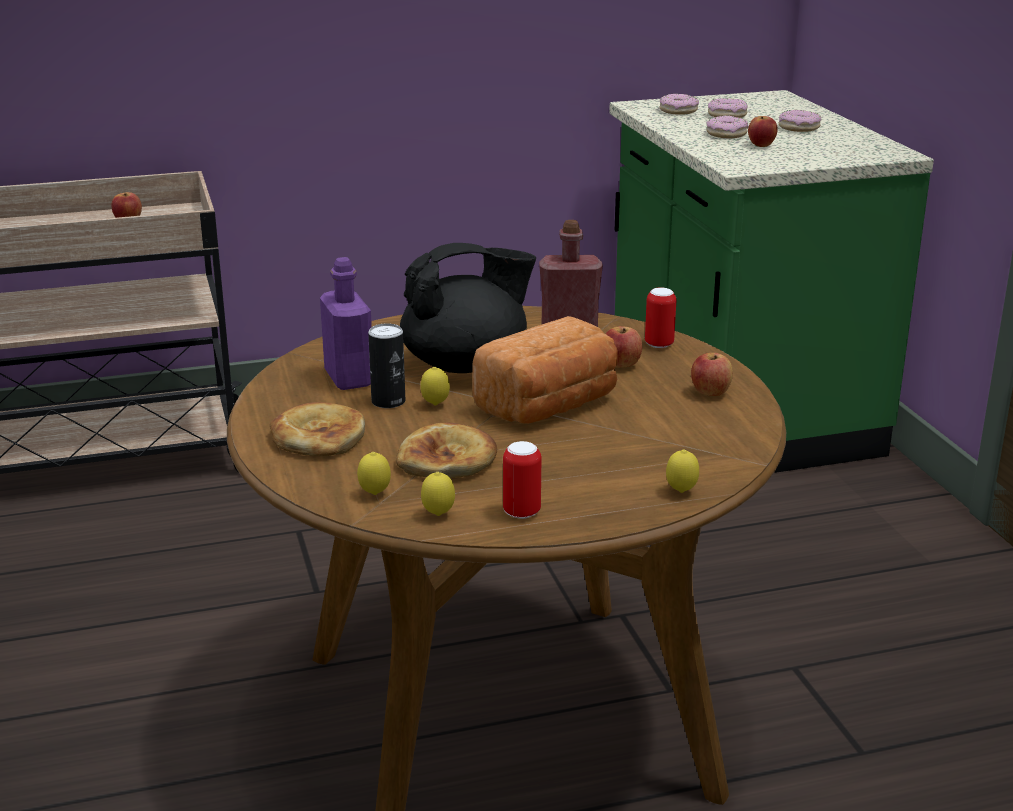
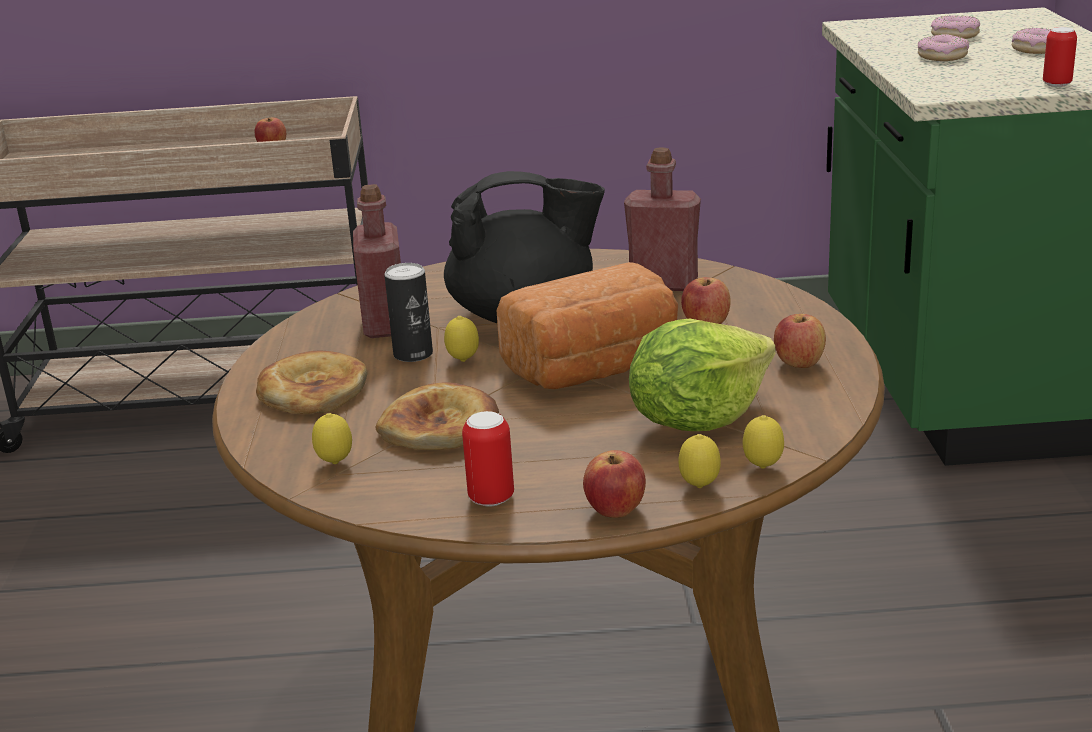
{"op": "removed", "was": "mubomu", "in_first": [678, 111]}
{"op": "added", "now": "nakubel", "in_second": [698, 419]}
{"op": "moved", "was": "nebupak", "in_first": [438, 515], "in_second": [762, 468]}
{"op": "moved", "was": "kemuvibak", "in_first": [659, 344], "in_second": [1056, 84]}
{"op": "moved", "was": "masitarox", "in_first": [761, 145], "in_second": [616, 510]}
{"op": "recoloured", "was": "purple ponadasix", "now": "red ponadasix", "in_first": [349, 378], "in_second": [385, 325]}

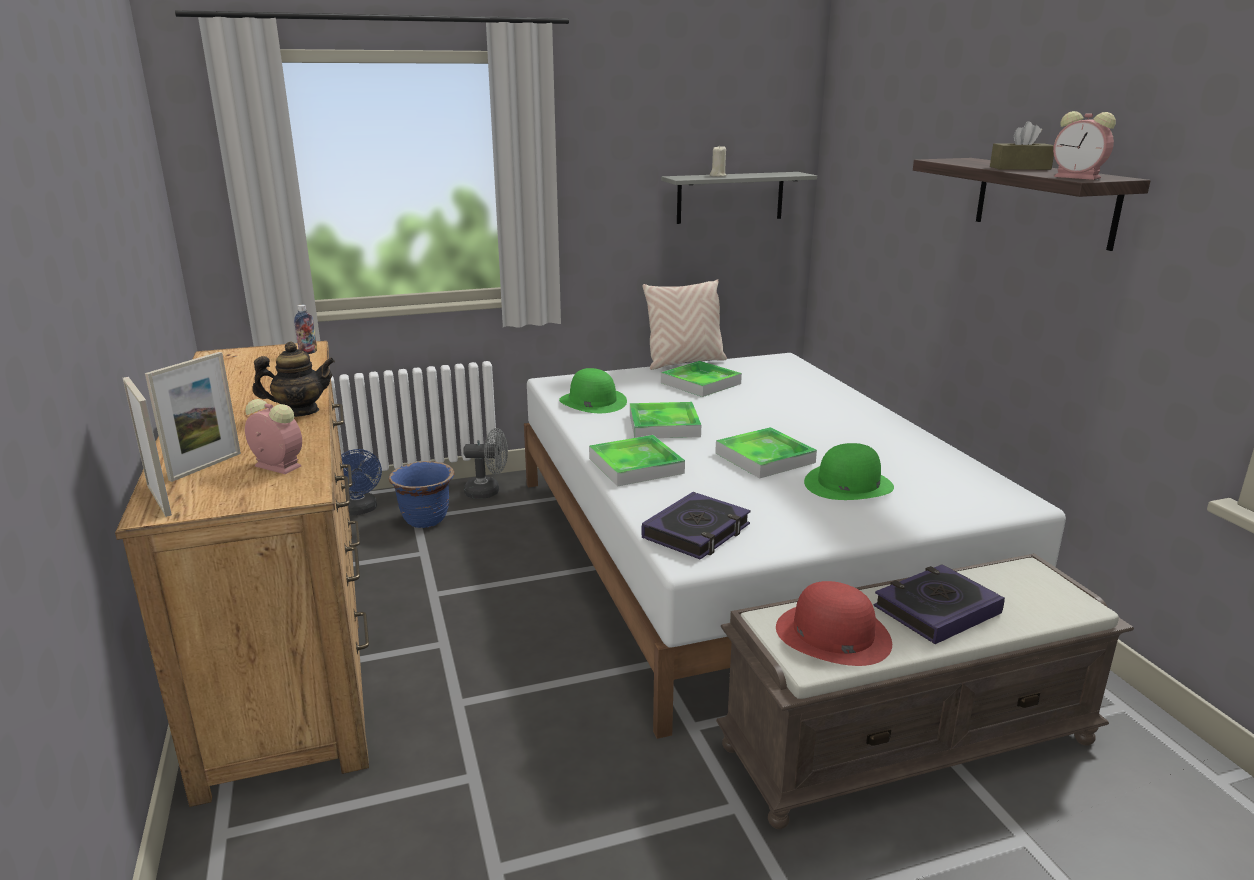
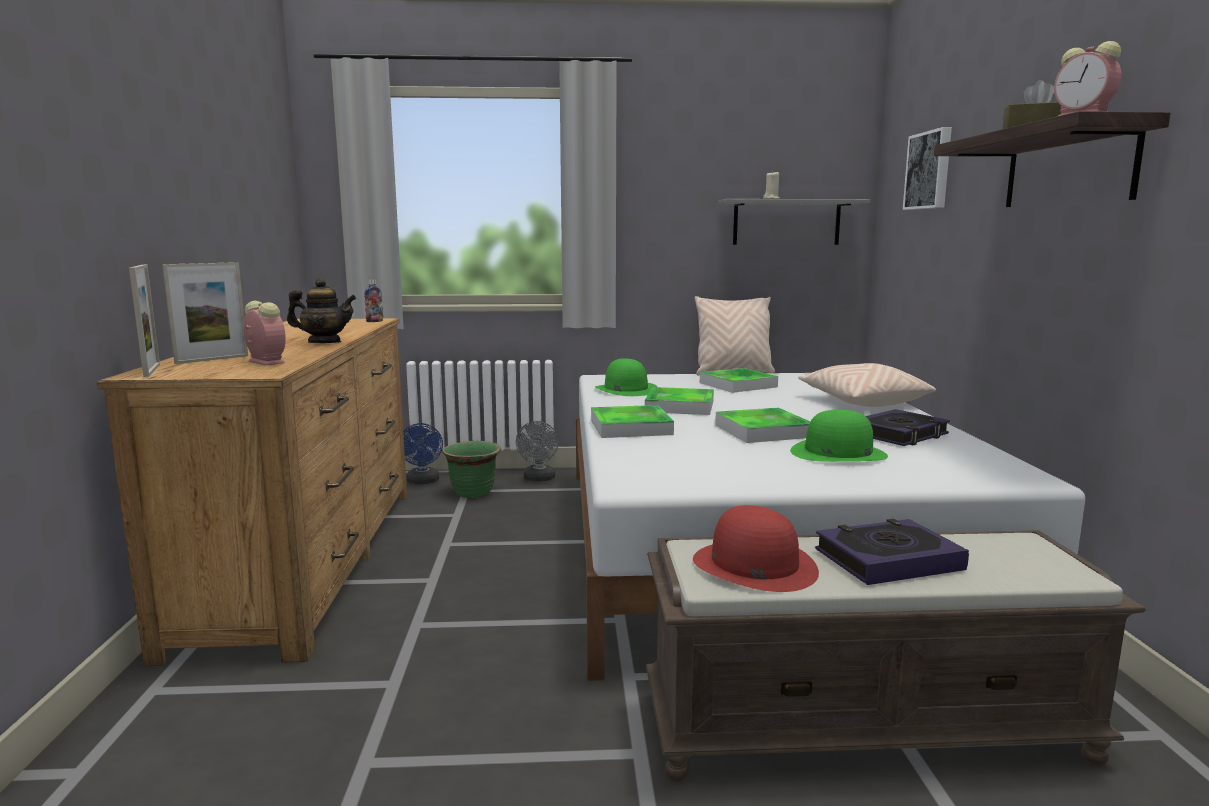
{"op": "added", "now": "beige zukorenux", "in_second": [862, 402]}
{"op": "added", "now": "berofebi", "in_second": [930, 170]}
{"op": "moved", "was": "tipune", "in_first": [697, 532], "in_second": [899, 434]}
{"op": "recoloured", "was": "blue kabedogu", "now": "green kabedogu", "in_first": [426, 520], "in_second": [473, 493]}
{"op": "turned", "was": "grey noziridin", "in_first": [488, 492], "in_second": [539, 479], "clockwise": 75}

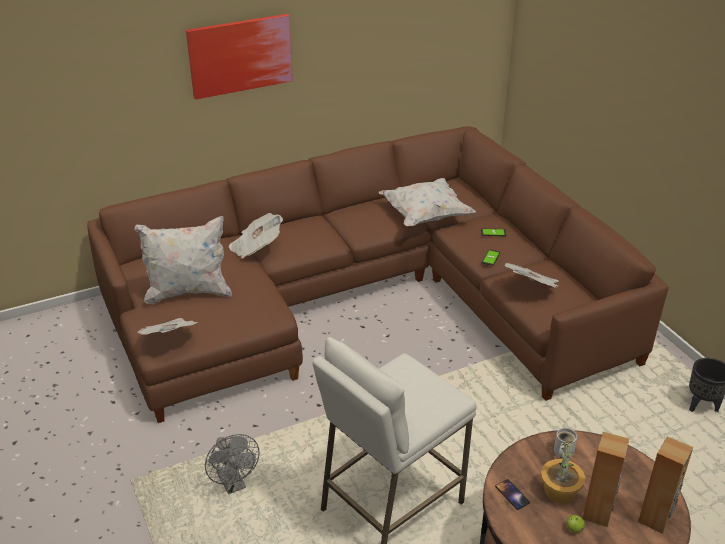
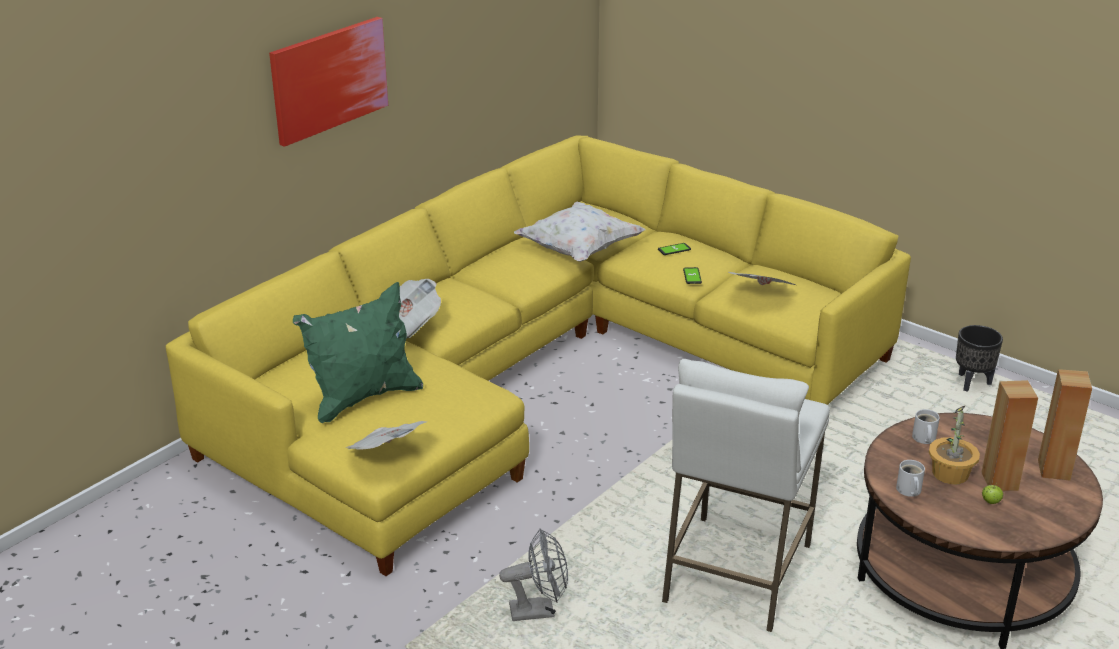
{"op": "replaced", "was": "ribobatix", "now": "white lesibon", "in_first": [512, 494], "in_second": [908, 491]}
{"op": "recoloured", "was": "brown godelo", "now": "yellow godelo", "in_first": [365, 300], "in_second": [535, 374]}
{"op": "recoloured", "was": "white zukorenux", "now": "green zukorenux", "in_first": [188, 292], "in_second": [363, 398]}
{"op": "turned", "was": "grey noziridin", "in_first": [234, 485], "in_second": [539, 610], "clockwise": -45}

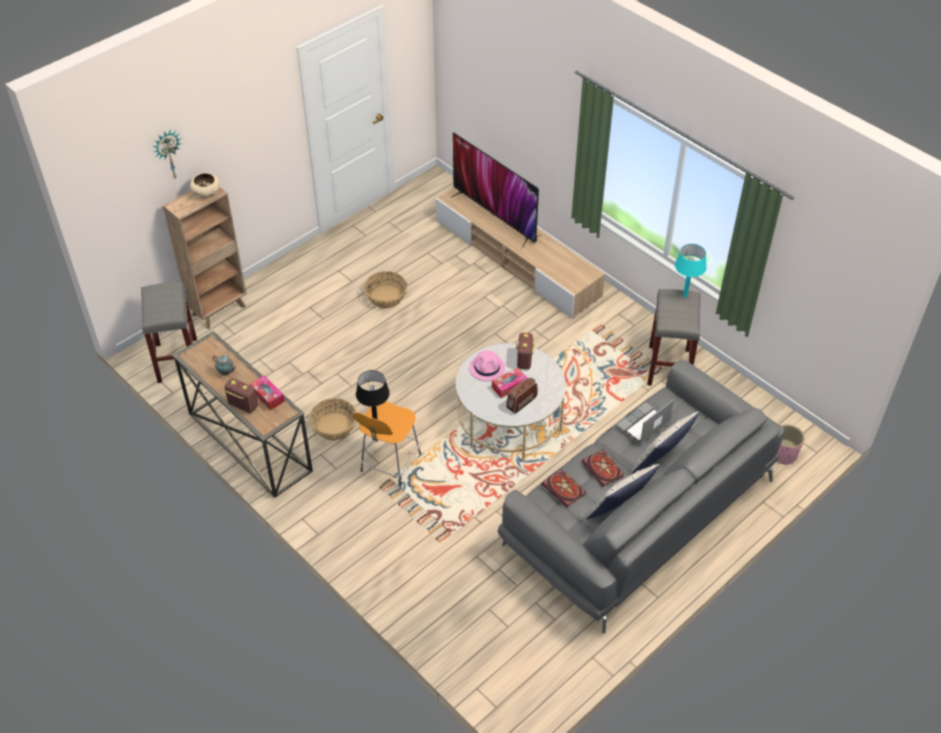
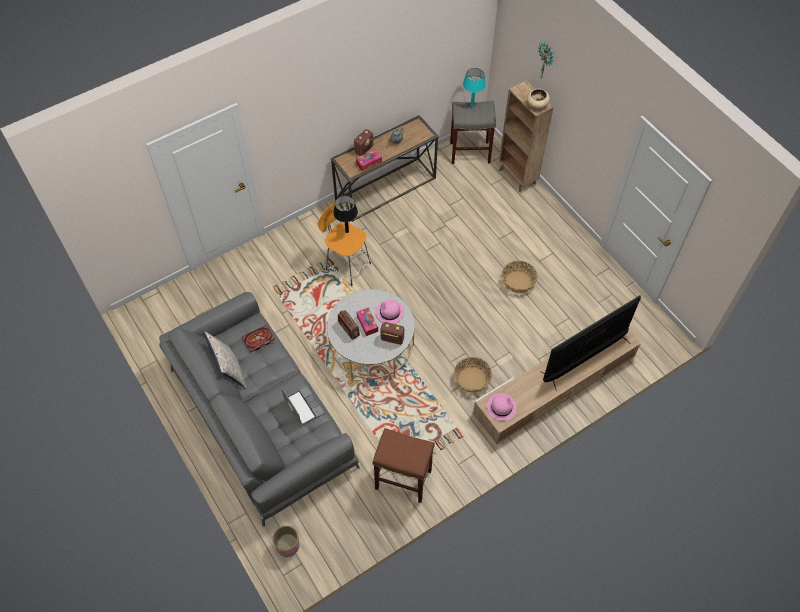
{"op": "removed", "was": "tipune", "in_first": [604, 469]}
{"op": "removed", "was": "zukorenux", "in_first": [661, 461]}
{"op": "added", "now": "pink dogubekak", "in_second": [501, 407]}
{"op": "moved", "was": "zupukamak", "in_first": [334, 427], "in_second": [471, 379]}
{"op": "moved", "was": "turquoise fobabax", "in_first": [684, 295], "in_second": [472, 105]}
{"op": "recoloured", "was": "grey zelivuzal", "now": "brown zelivuzal", "in_first": [668, 366], "in_second": [404, 479]}

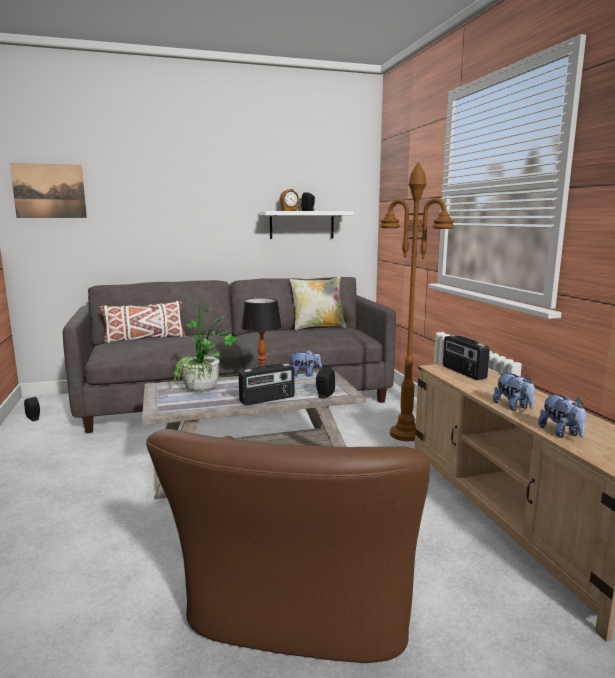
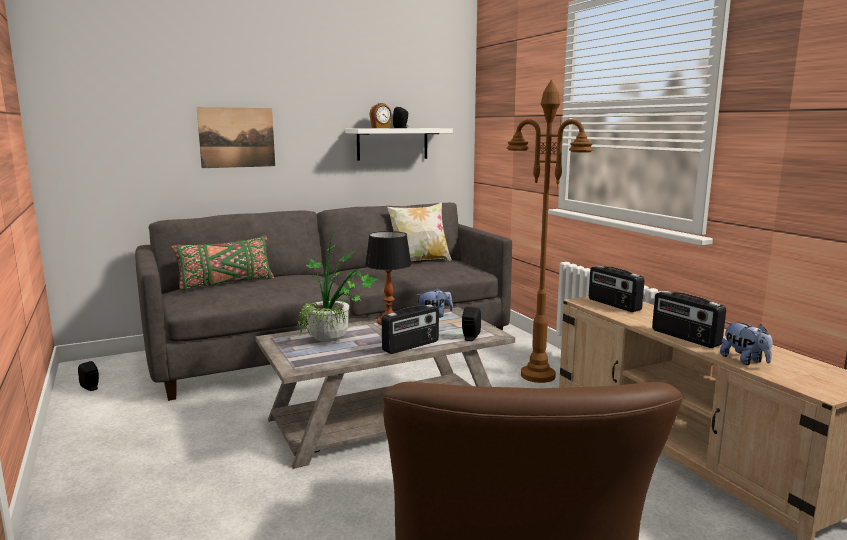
{"op": "moved", "was": "berofebi", "in_first": [49, 191], "in_second": [237, 137]}
{"op": "replaced", "was": "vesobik", "now": "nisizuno", "in_first": [513, 407], "in_second": [685, 338]}
{"op": "recoloured", "was": "white zukorenux", "now": "green zukorenux", "in_first": [145, 339], "in_second": [226, 283]}

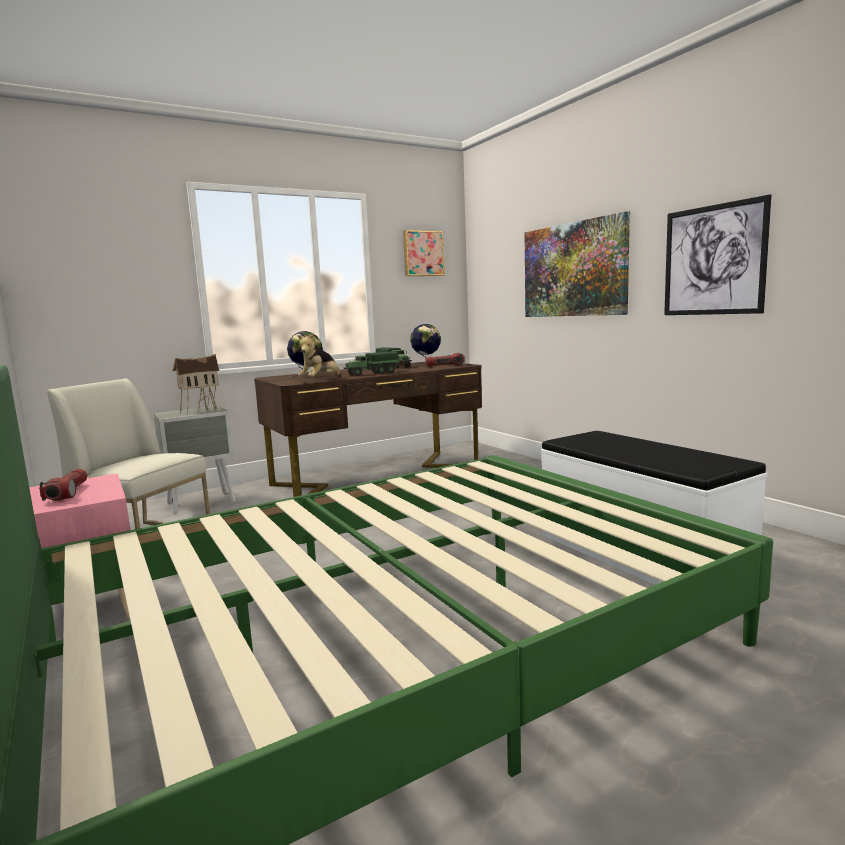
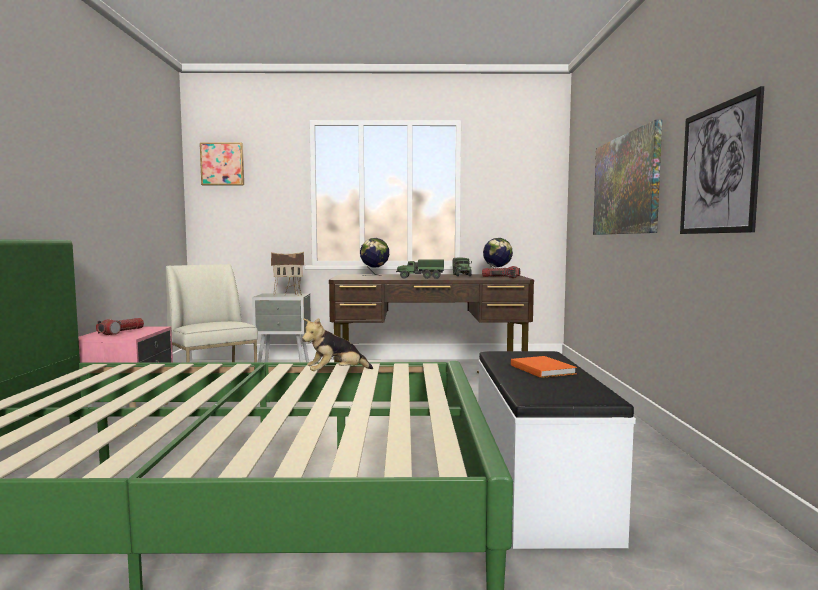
{"op": "added", "now": "orange tipune", "in_second": [542, 369]}
{"op": "moved", "was": "vesobik", "in_first": [320, 380], "in_second": [336, 374]}
{"op": "moved", "was": "berofebi", "in_first": [422, 253], "in_second": [223, 164]}

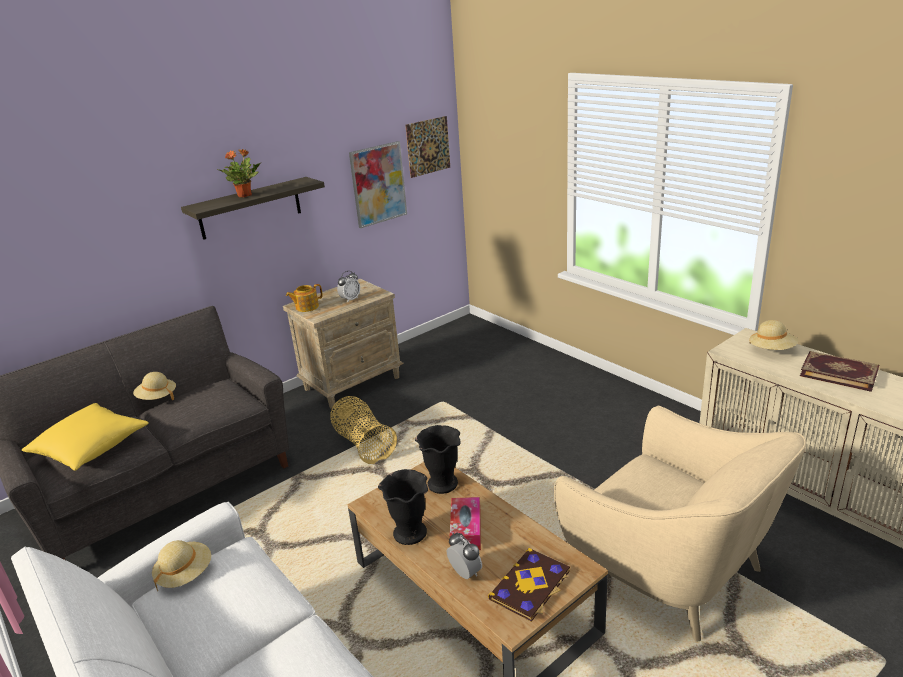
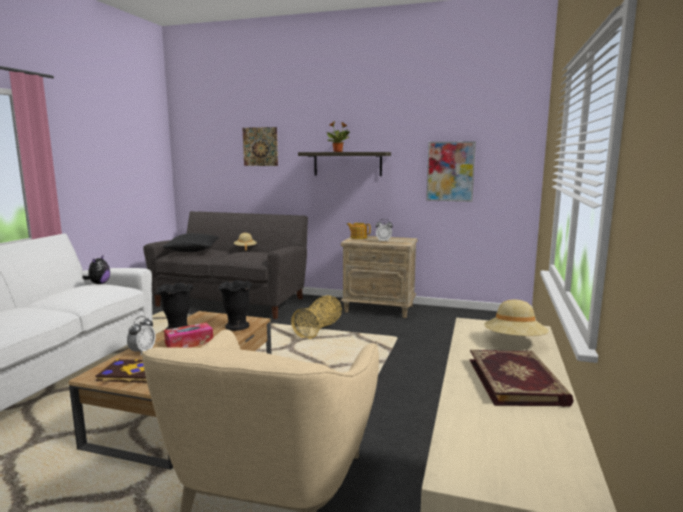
{"op": "moved", "was": "berofebi", "in_first": [428, 146], "in_second": [260, 146]}
{"op": "replaced", "was": "beige dogubekak", "now": "vesobik", "in_first": [185, 574], "in_second": [99, 283]}
{"op": "recoloured", "was": "yellow zukorenux", "now": "black zukorenux", "in_first": [91, 448], "in_second": [192, 251]}

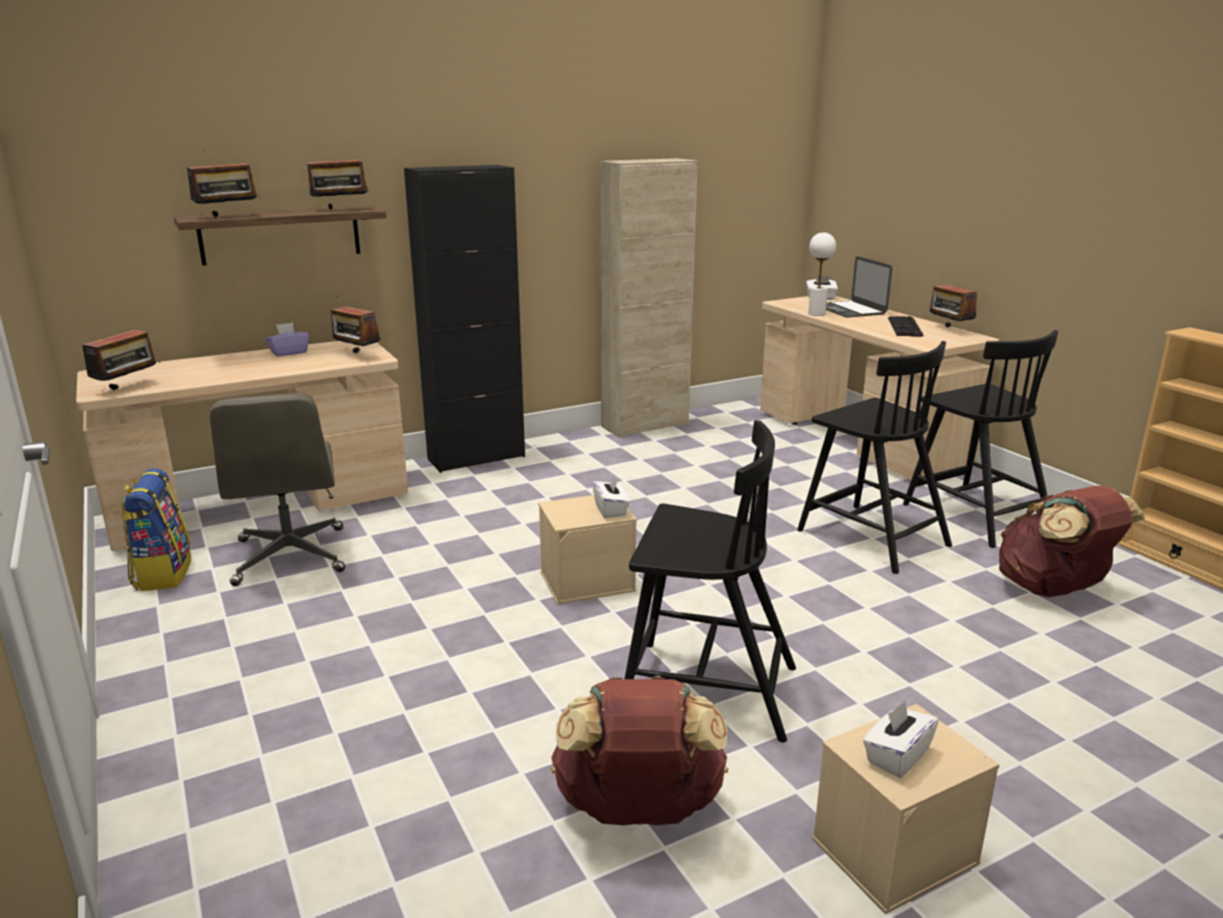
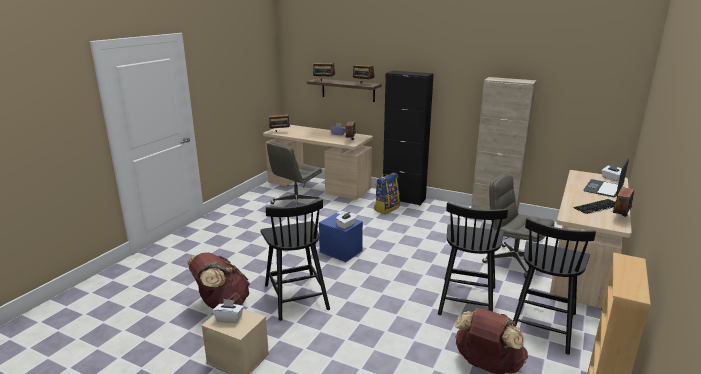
{"op": "removed", "was": "white fobabax", "in_first": [817, 314]}
{"op": "added", "now": "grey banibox", "in_second": [513, 261]}
{"op": "moved", "was": "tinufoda", "in_first": [162, 573], "in_second": [386, 208]}
{"op": "recoloured", "was": "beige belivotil", "now": "blue belivotil", "in_first": [588, 581], "in_second": [341, 251]}

